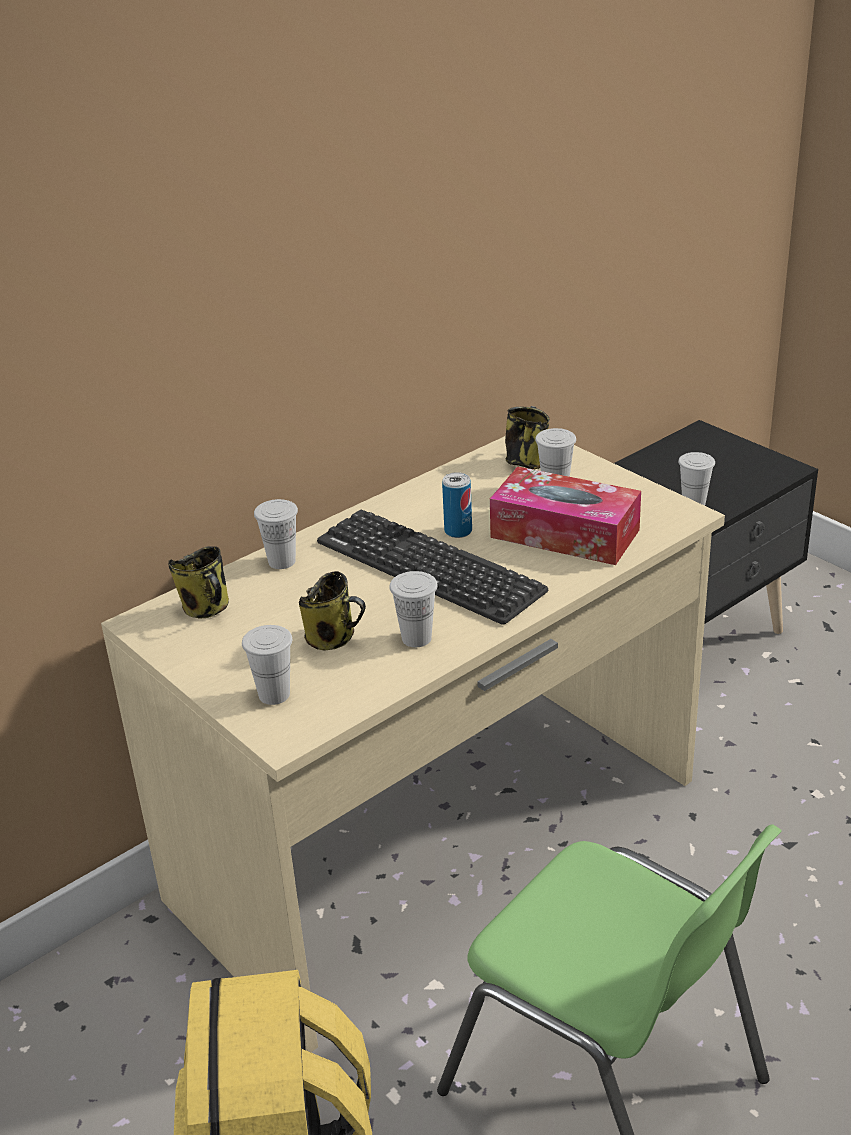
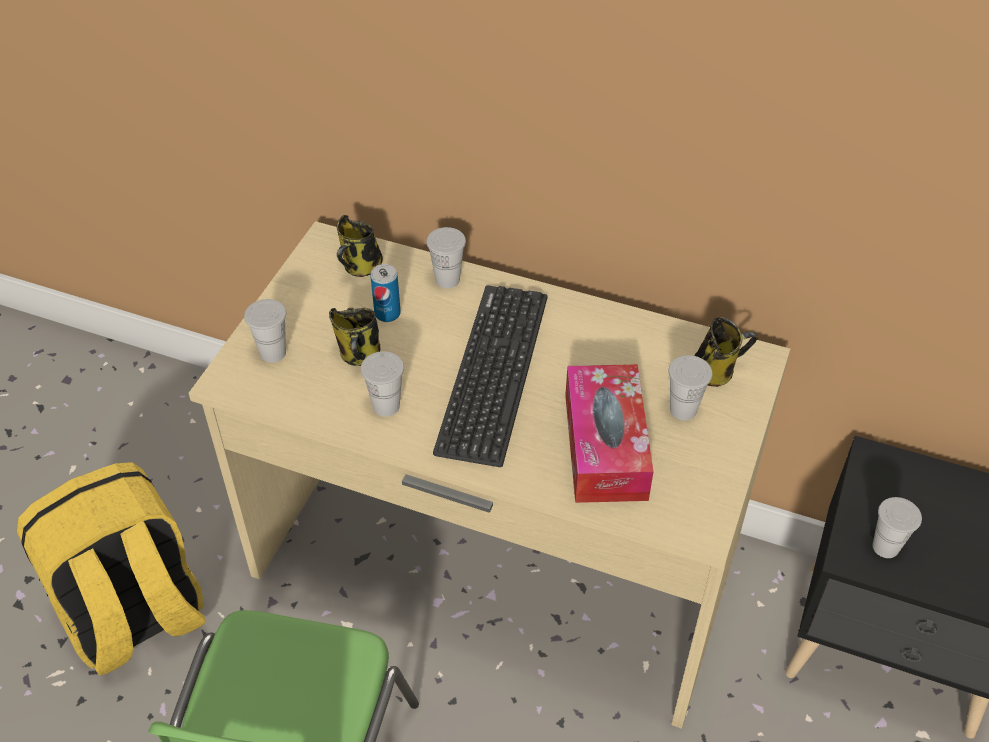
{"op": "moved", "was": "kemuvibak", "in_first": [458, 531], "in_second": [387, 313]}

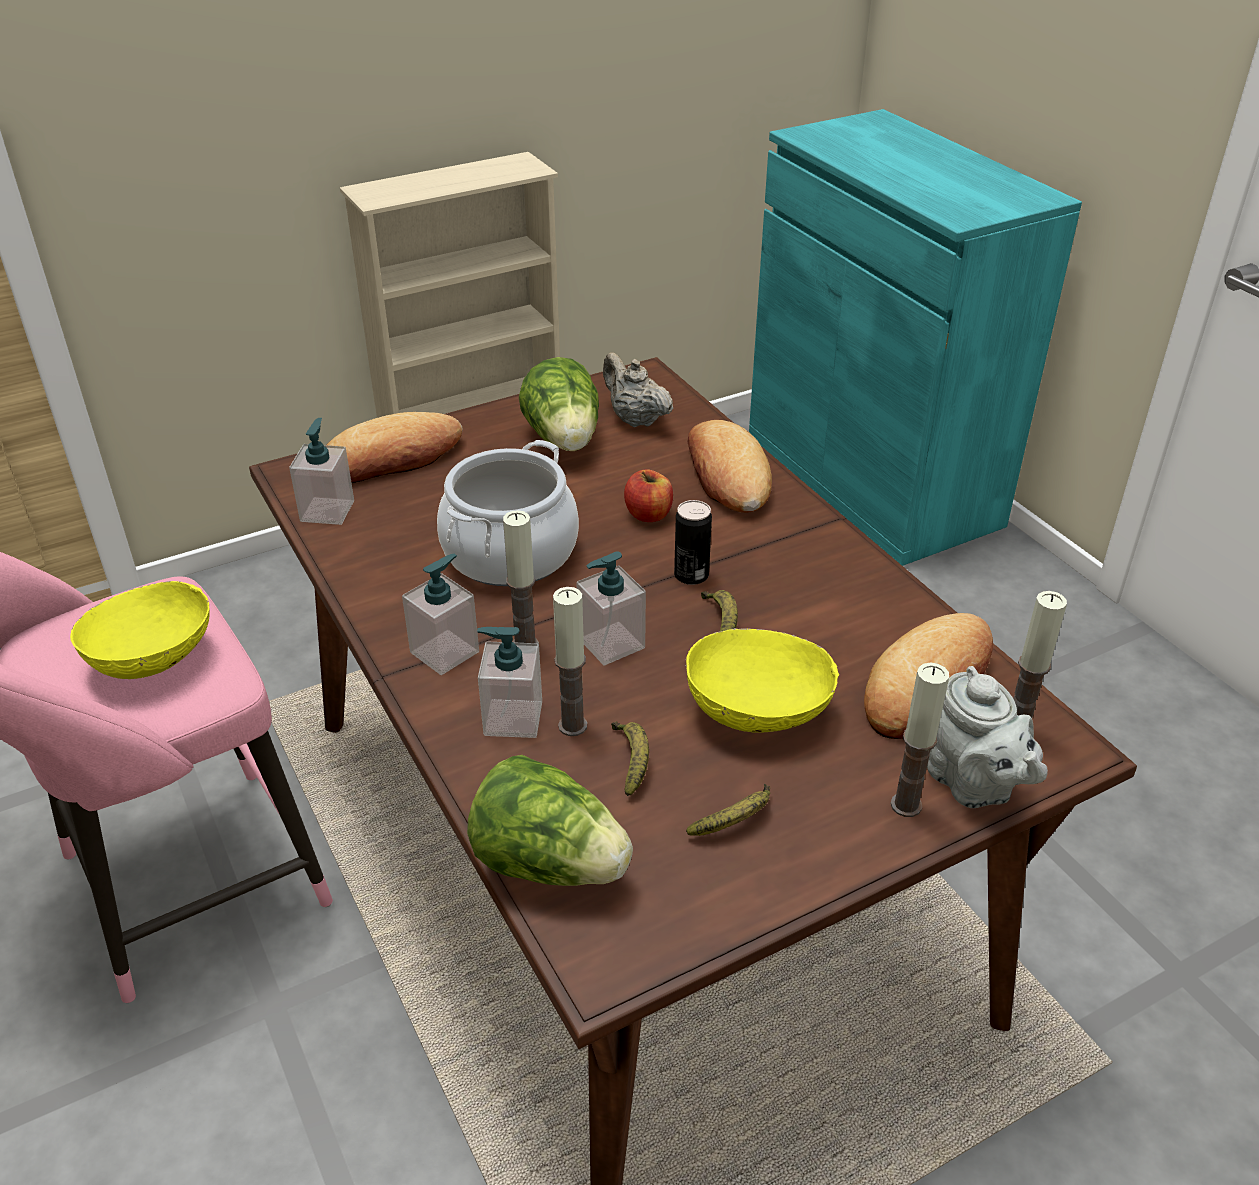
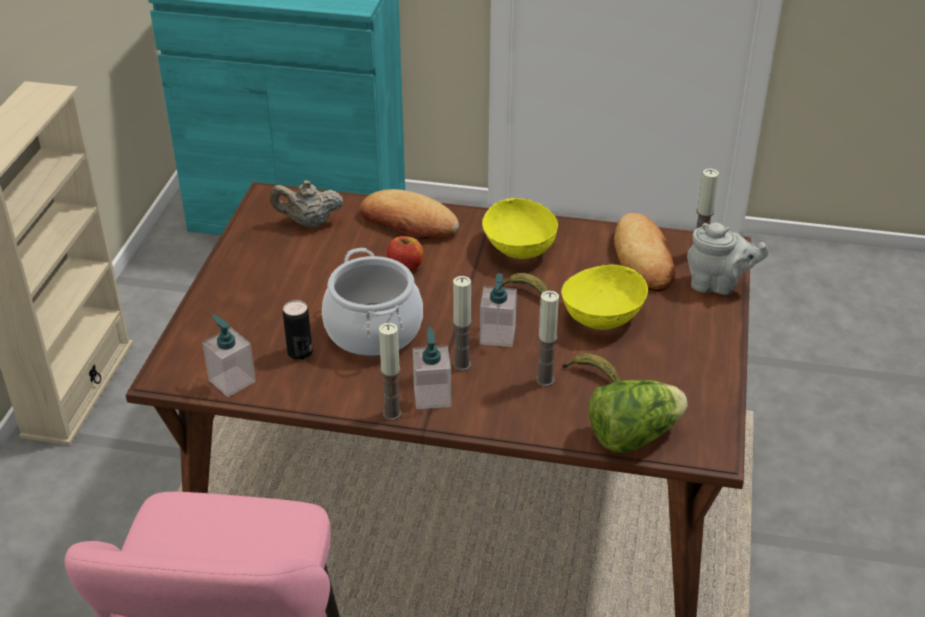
{"op": "removed", "was": "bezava", "in_first": [390, 459]}
{"op": "removed", "was": "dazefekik", "in_first": [512, 718]}
{"op": "removed", "was": "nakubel", "in_first": [564, 440]}
{"op": "removed", "was": "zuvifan", "in_first": [735, 821]}
{"op": "moved", "was": "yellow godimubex", "in_first": [152, 657], "in_second": [518, 248]}
{"op": "moved", "was": "kemuvibak", "in_first": [691, 575], "in_second": [300, 352]}
{"op": "moved", "was": "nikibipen", "in_first": [906, 805], "in_second": [392, 413]}

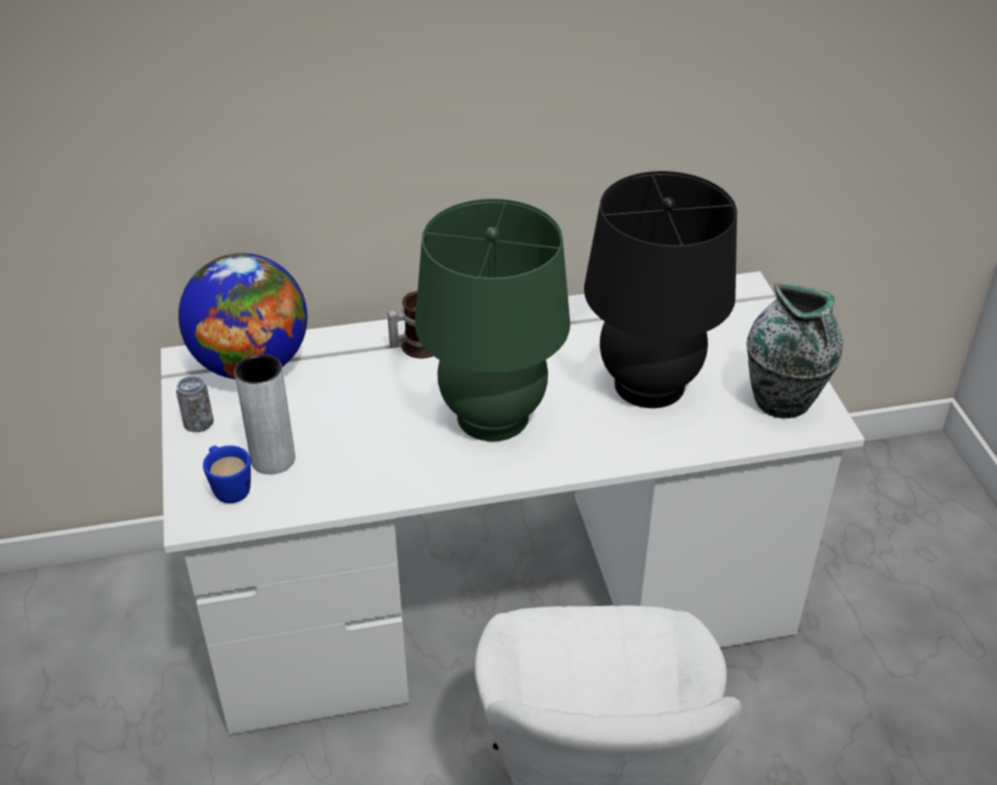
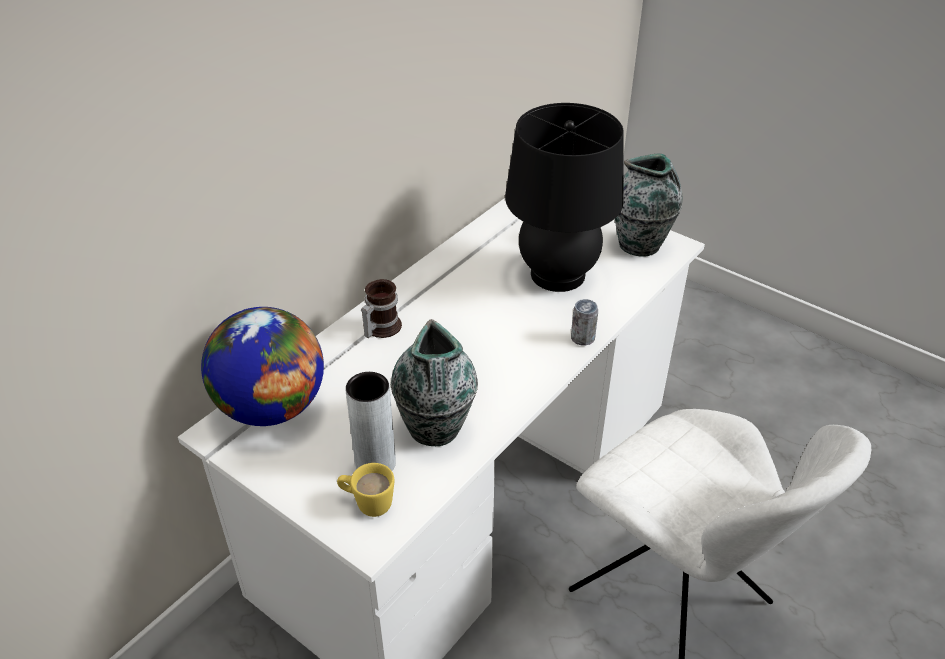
{"op": "removed", "was": "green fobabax", "in_first": [493, 416]}
{"op": "added", "now": "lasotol", "in_second": [435, 429]}
{"op": "moved", "was": "kemuvibak", "in_first": [198, 423], "in_second": [582, 338]}
{"op": "recoloured", "was": "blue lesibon", "now": "yellow lesibon", "in_first": [229, 487], "in_second": [367, 503]}

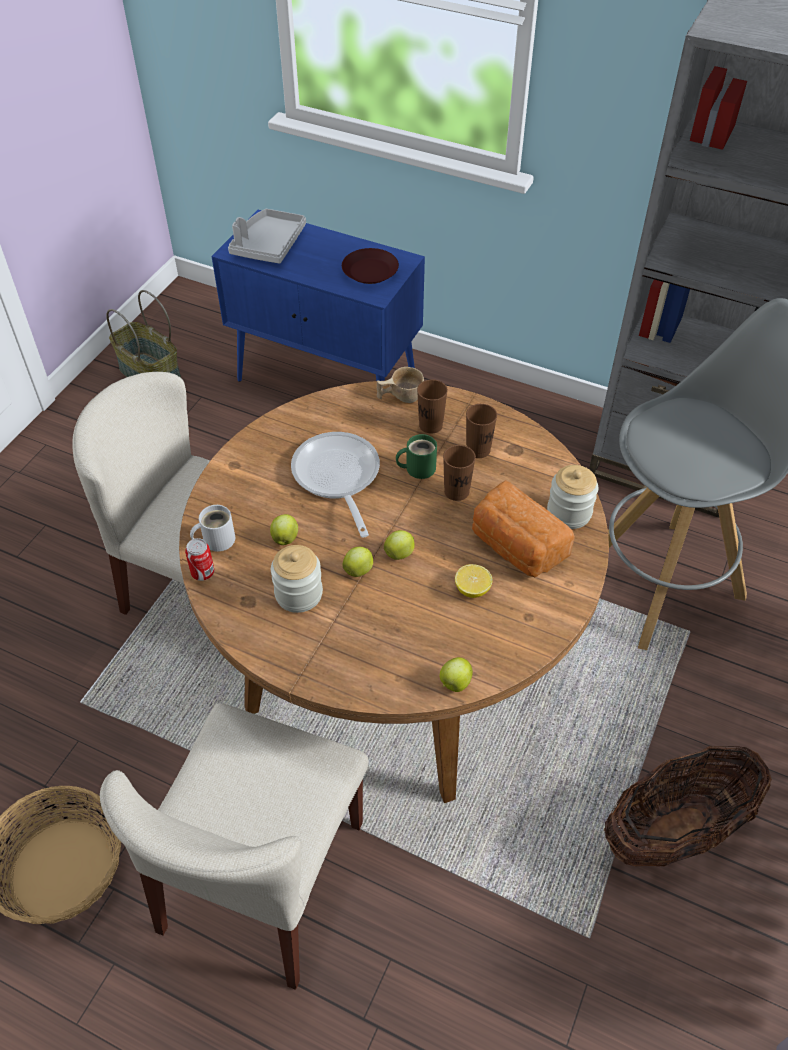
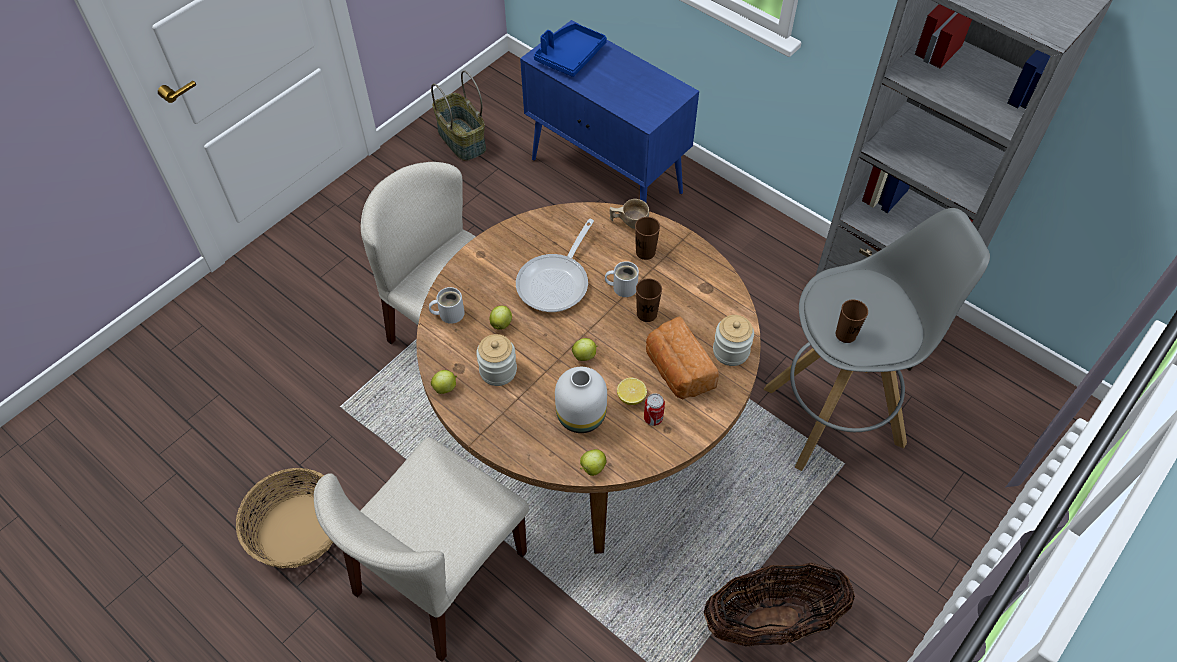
{"op": "removed", "was": "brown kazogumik", "in_first": [369, 271]}
{"op": "added", "now": "white lasotol", "in_second": [582, 416]}
{"op": "moved", "was": "kemuvibak", "in_first": [203, 573], "in_second": [653, 418]}
{"op": "moved", "was": "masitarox", "in_first": [359, 570], "in_second": [445, 387]}
{"op": "moved", "was": "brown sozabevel", "in_first": [478, 450], "in_second": [845, 334]}
{"op": "recoloured", "was": "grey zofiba", "now": "blue zofiba", "in_first": [268, 245], "in_second": [570, 56]}
{"op": "recoloured", "was": "green lesibon", "now": "white lesibon", "in_first": [417, 467], "in_second": [622, 286]}
{"op": "turned", "was": "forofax", "in_first": [337, 478], "in_second": [556, 282], "clockwise": -150}

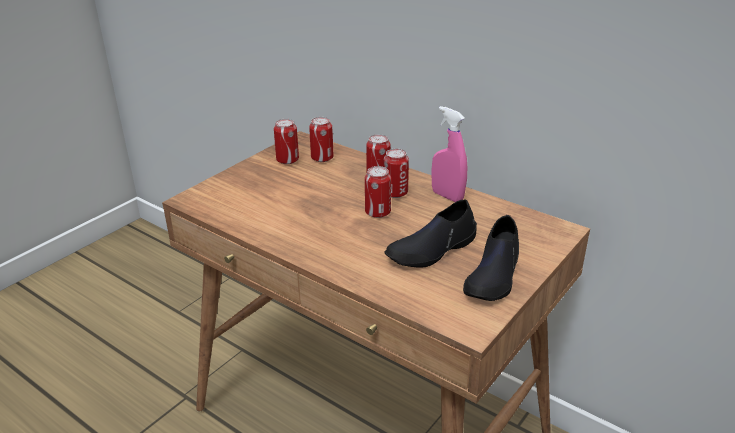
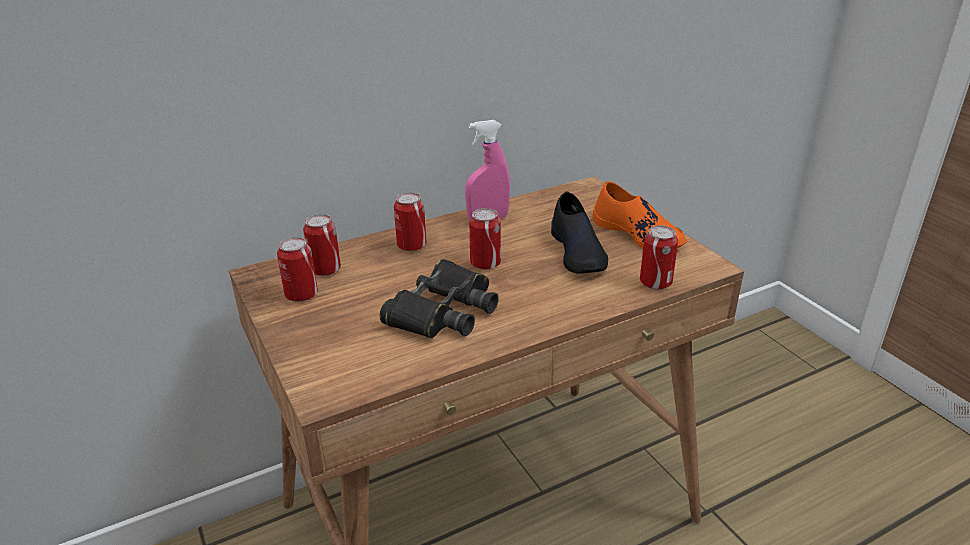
{"op": "added", "now": "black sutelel", "in_second": [443, 311]}
{"op": "moved", "was": "kemuvibak", "in_first": [395, 193], "in_second": [655, 283]}
{"op": "recoloured", "was": "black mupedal", "now": "orange mupedal", "in_first": [493, 275], "in_second": [638, 234]}

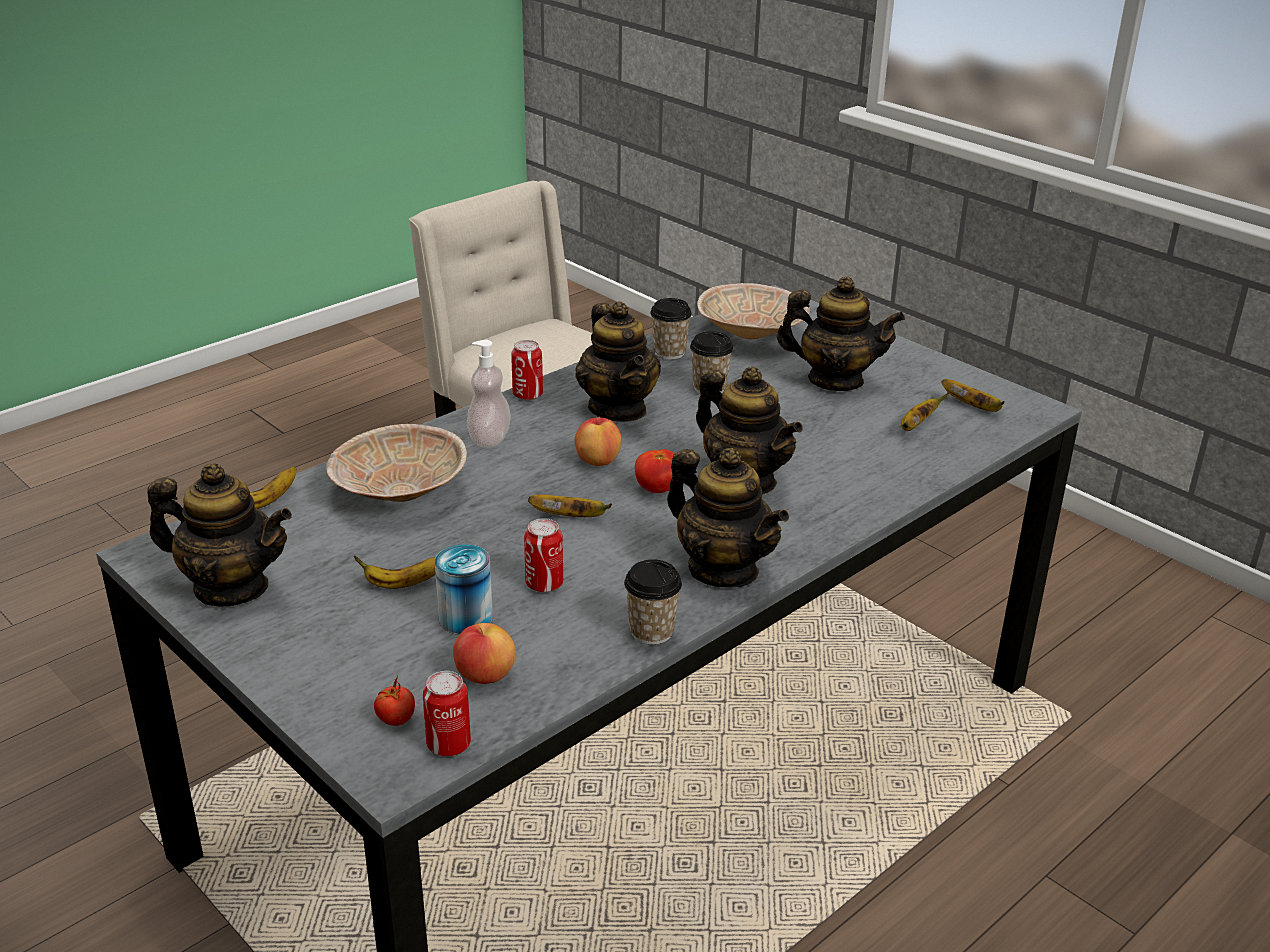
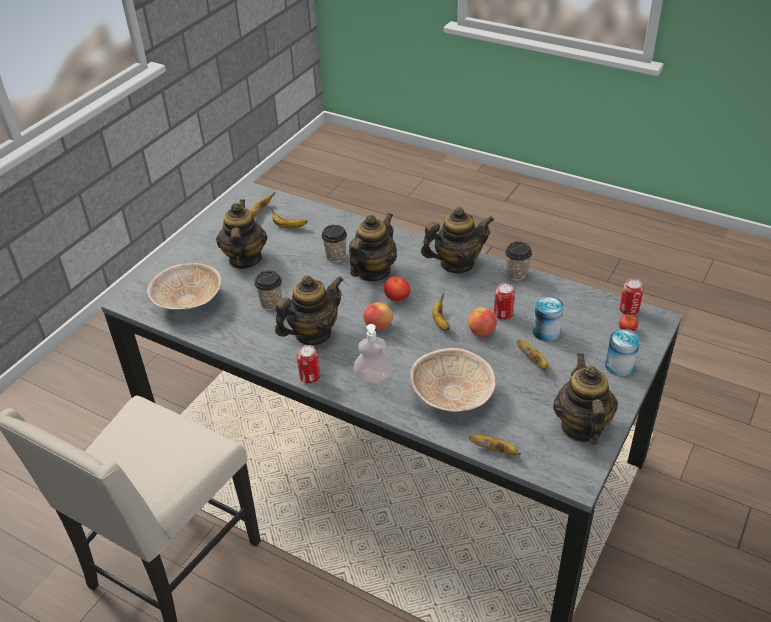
{"op": "added", "now": "kemuvibak", "in_second": [619, 366]}
{"op": "moved", "was": "masitarox", "in_first": [485, 676], "in_second": [481, 332]}
{"op": "moved", "was": "sozabevel", "in_first": [669, 352], "in_second": [336, 256]}
{"op": "turned", "was": "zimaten", "in_first": [723, 569], "in_second": [456, 264], "clockwise": 45}

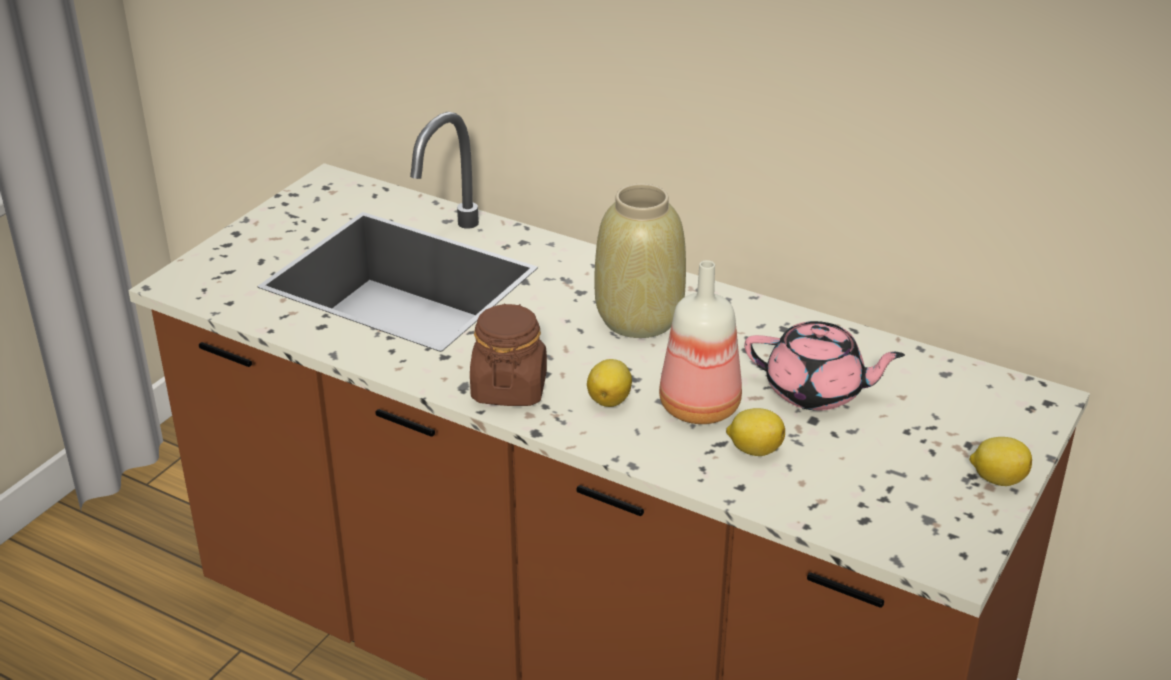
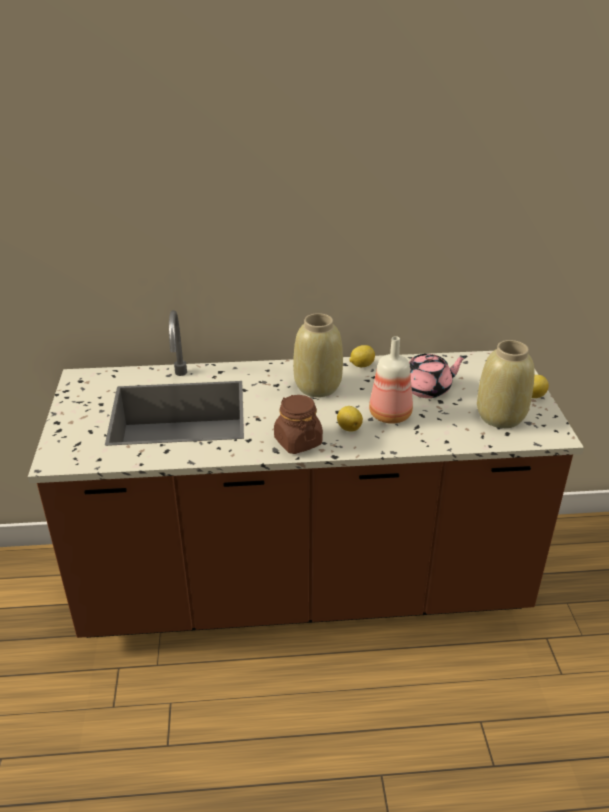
{"op": "added", "now": "beige lasotol", "in_second": [500, 416]}
{"op": "moved", "was": "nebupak", "in_first": [754, 449], "in_second": [361, 365]}

